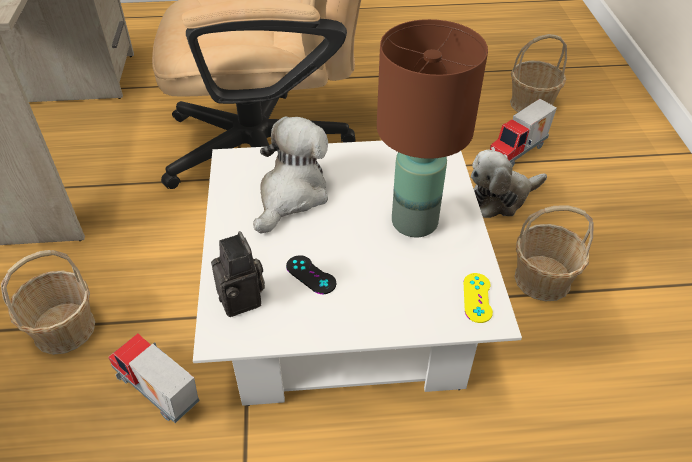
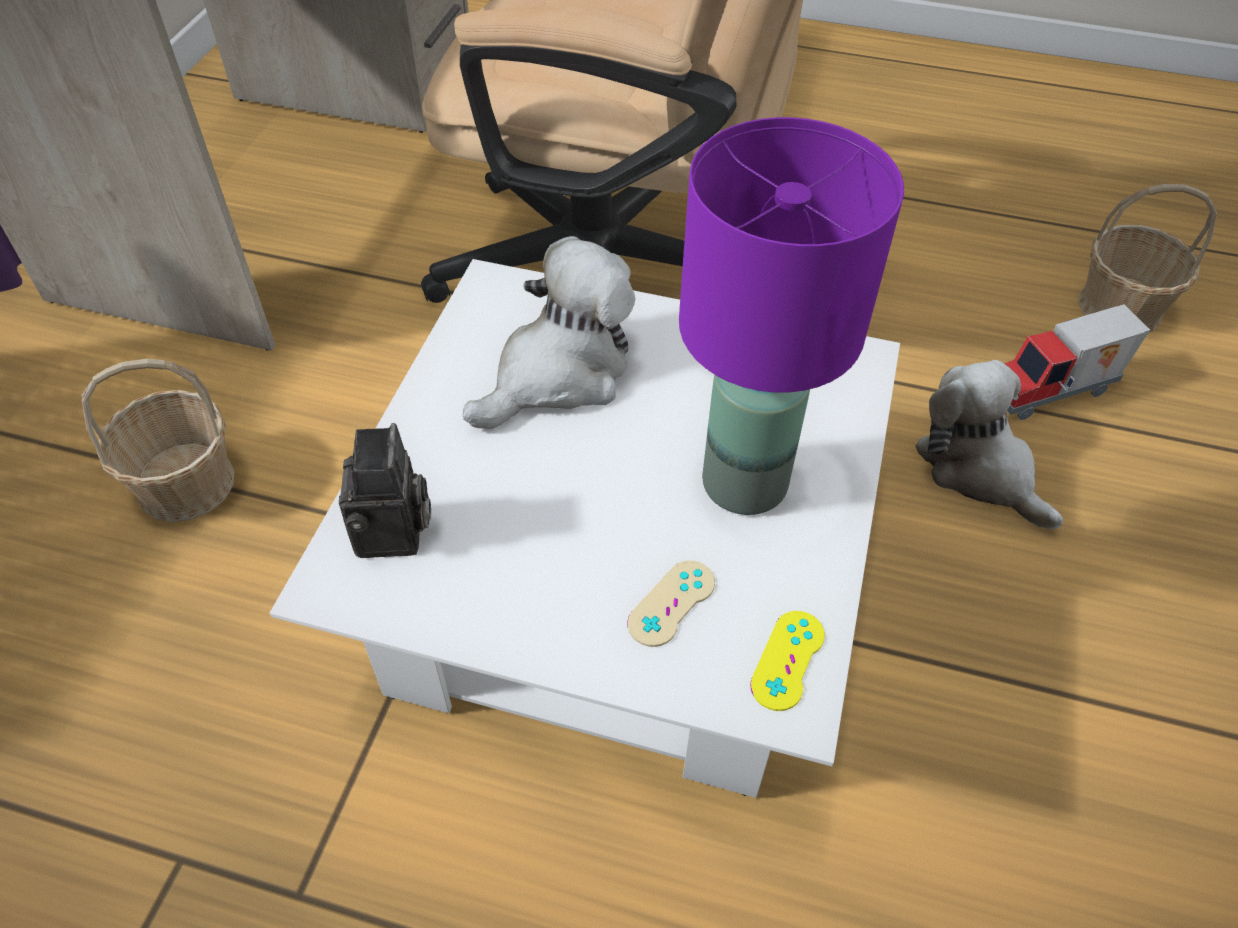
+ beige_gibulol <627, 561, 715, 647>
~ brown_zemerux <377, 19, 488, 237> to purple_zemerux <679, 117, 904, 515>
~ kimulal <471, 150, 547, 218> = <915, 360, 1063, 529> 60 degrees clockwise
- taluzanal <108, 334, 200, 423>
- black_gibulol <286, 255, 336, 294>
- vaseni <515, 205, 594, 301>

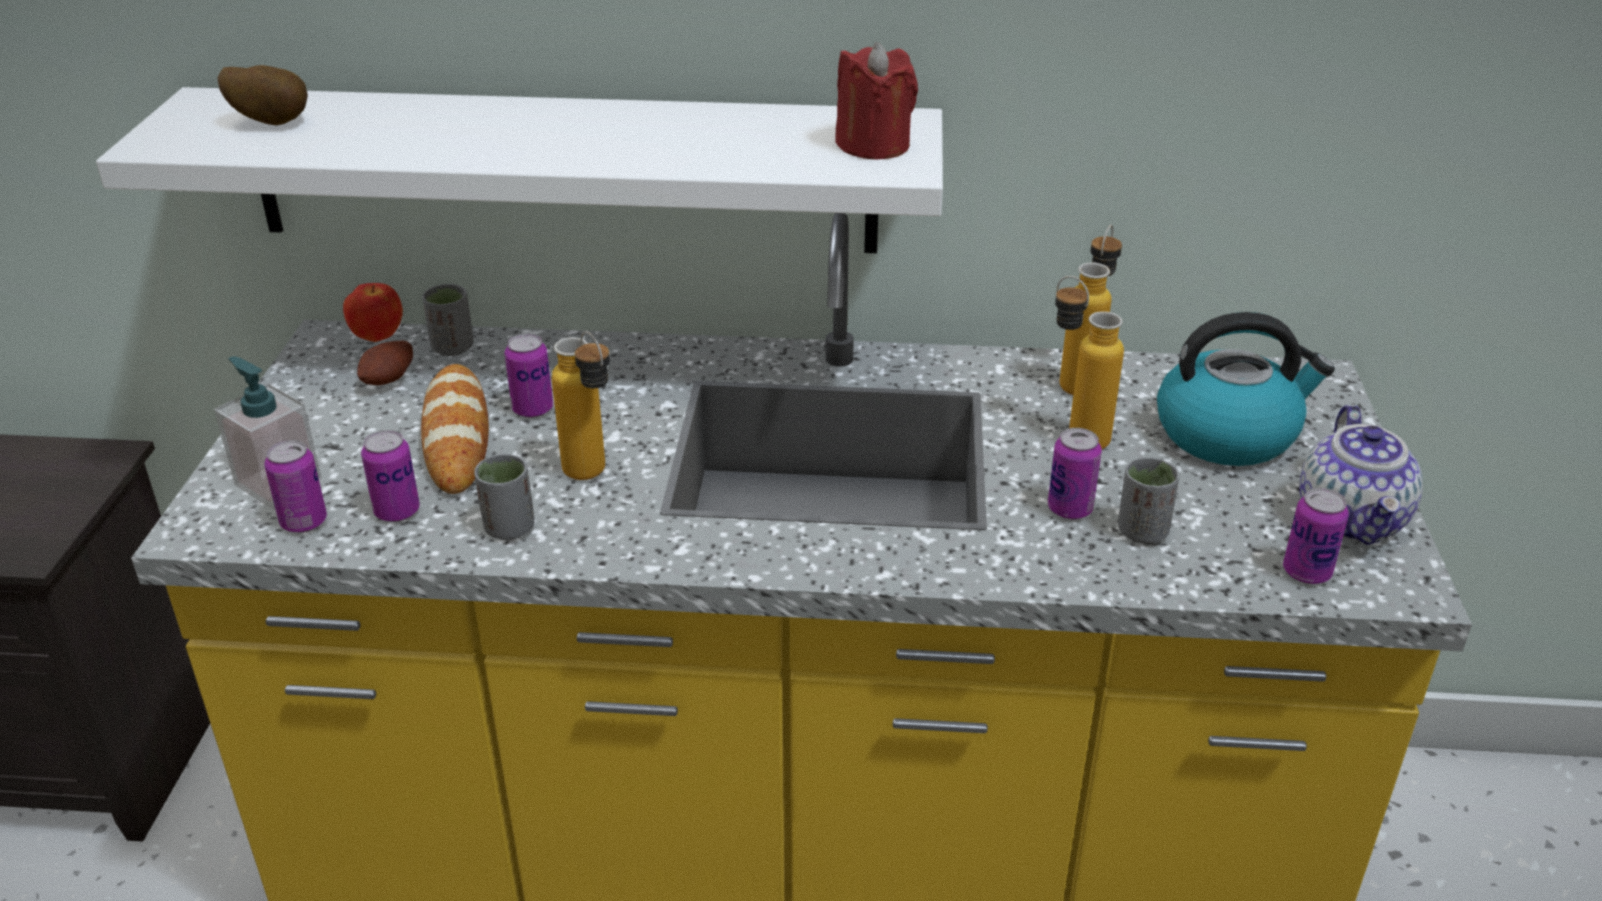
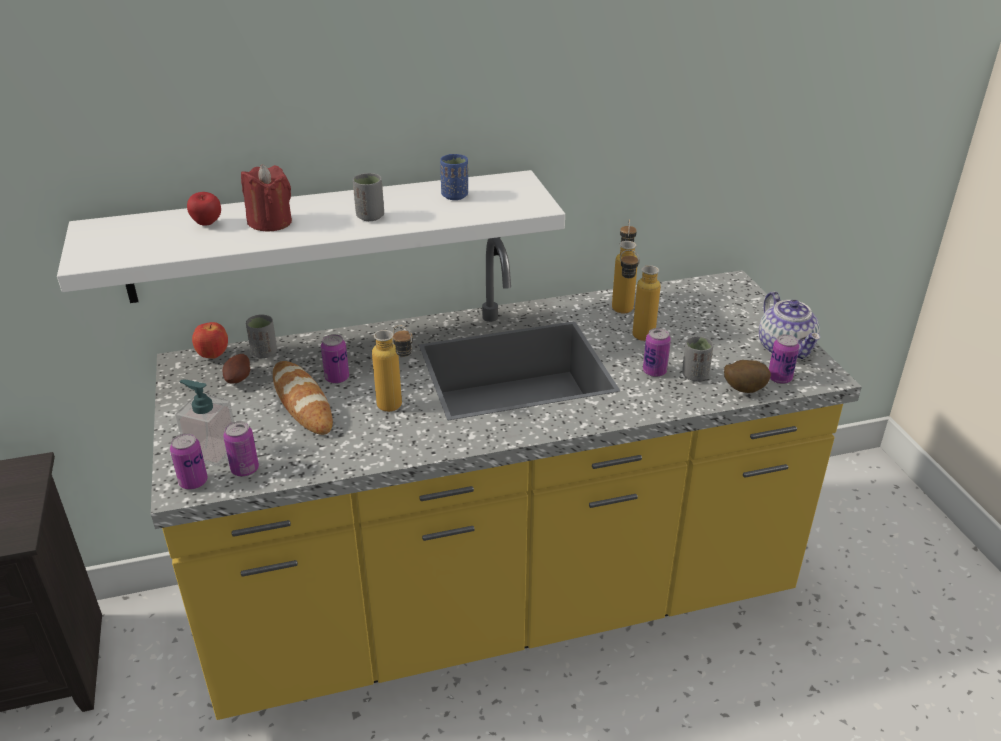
~ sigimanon <361, 430, 420, 522> to <170, 433, 208, 490>
+ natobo <187, 192, 221, 225>
~ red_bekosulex <835, 43, 918, 159> to <241, 165, 292, 232>
~ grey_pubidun <474, 454, 535, 540> to <353, 173, 384, 221>
+ blue_pubidun <440, 154, 468, 200>
~ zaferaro <217, 65, 308, 126> to <724, 360, 771, 393>
- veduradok <1157, 312, 1335, 466>

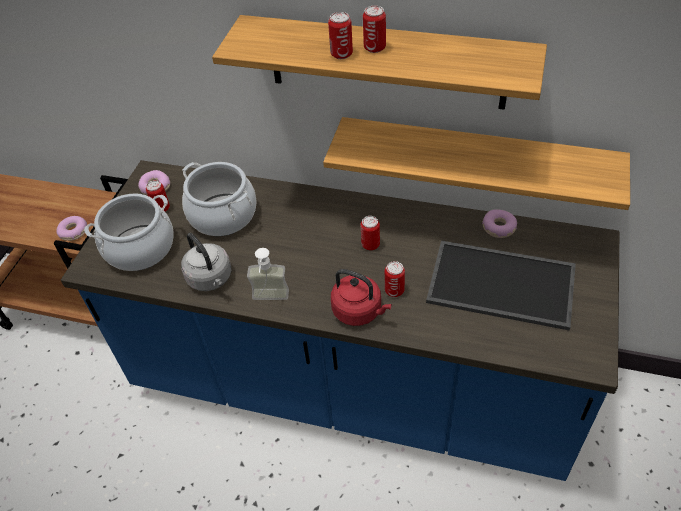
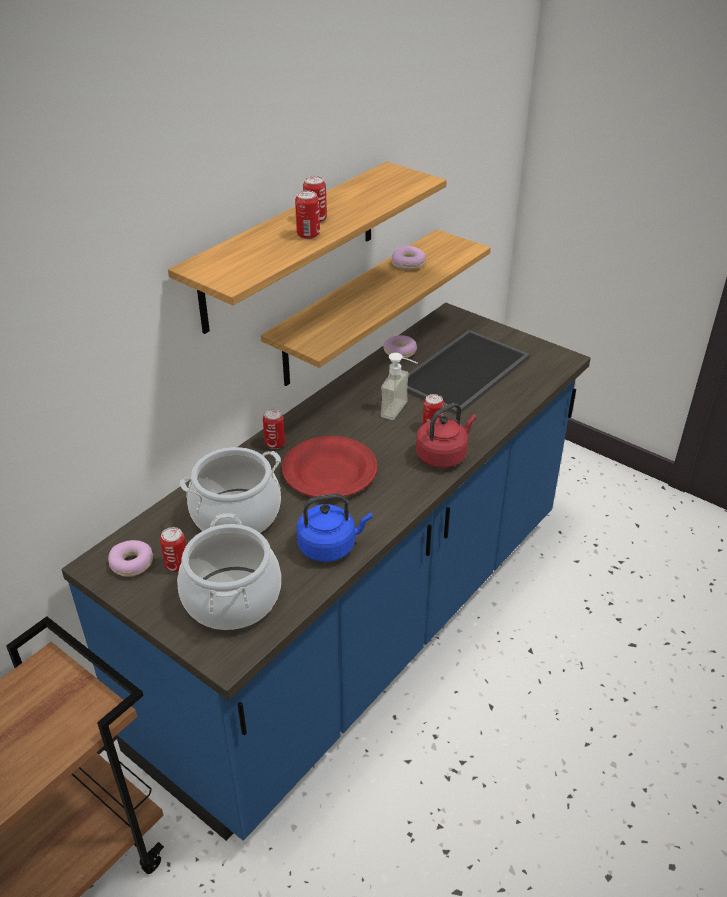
~ sigimanon <361, 216, 380, 250> to <263, 409, 285, 449>
+ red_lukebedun <282, 436, 378, 497>
~ grey_veduradok <181, 233, 232, 291> to blue_veduradok <296, 494, 372, 562>
~ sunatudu <247, 248, 289, 300> to <381, 353, 417, 420>
~ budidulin <57, 216, 87, 241> to <392, 246, 426, 270>

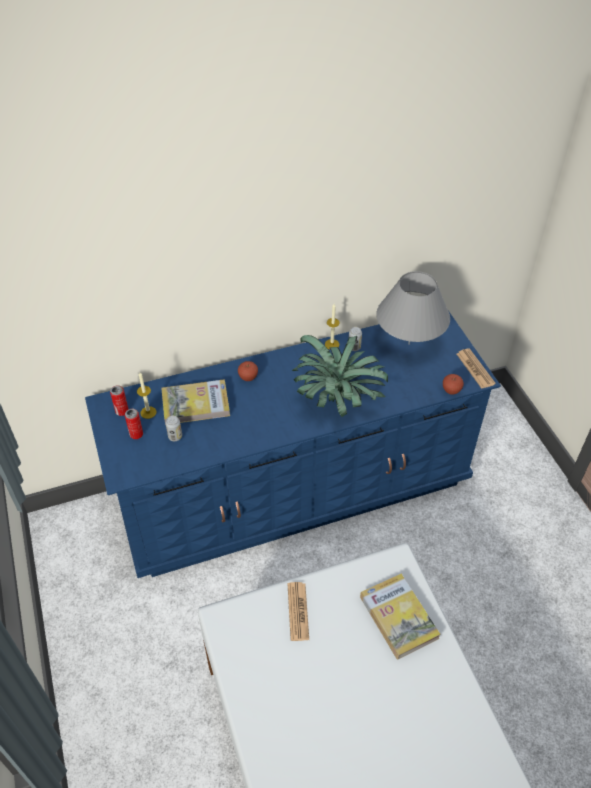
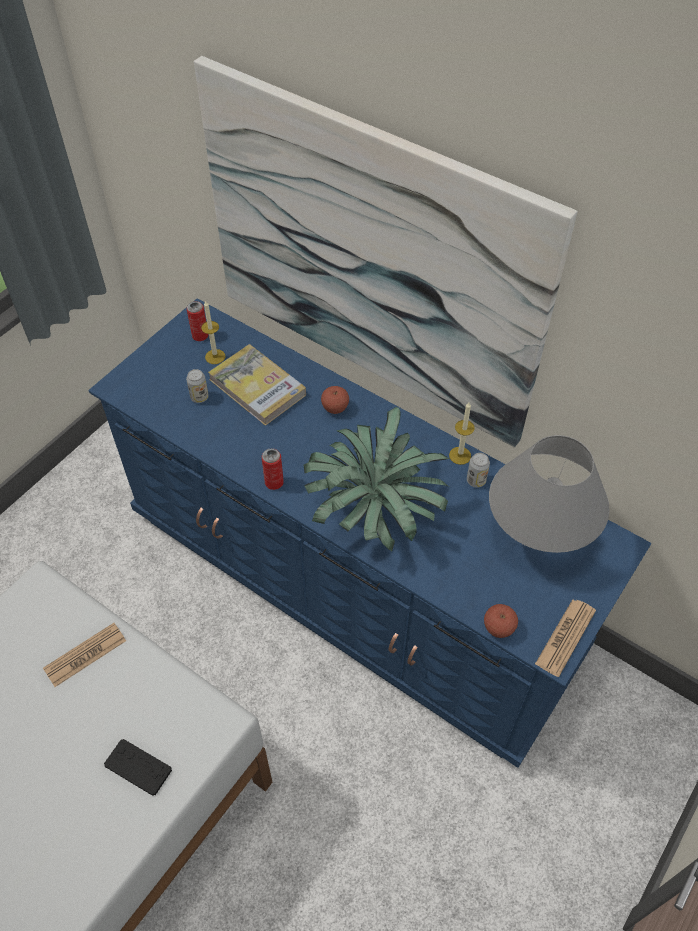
~ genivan <360, 574, 441, 660> to black_gibulol <104, 739, 172, 796>
+ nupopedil <194, 56, 577, 448>
~ sigimanon <125, 409, 143, 439> to <262, 448, 284, 490>

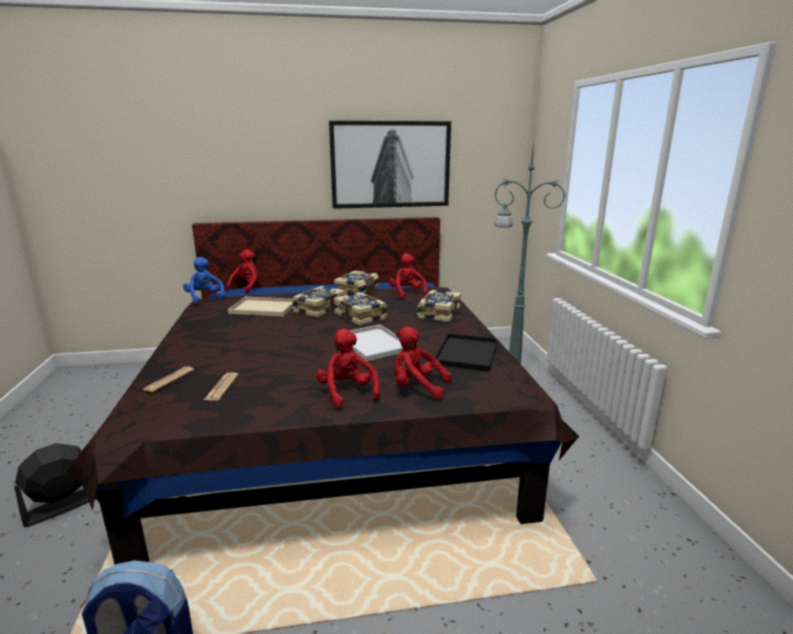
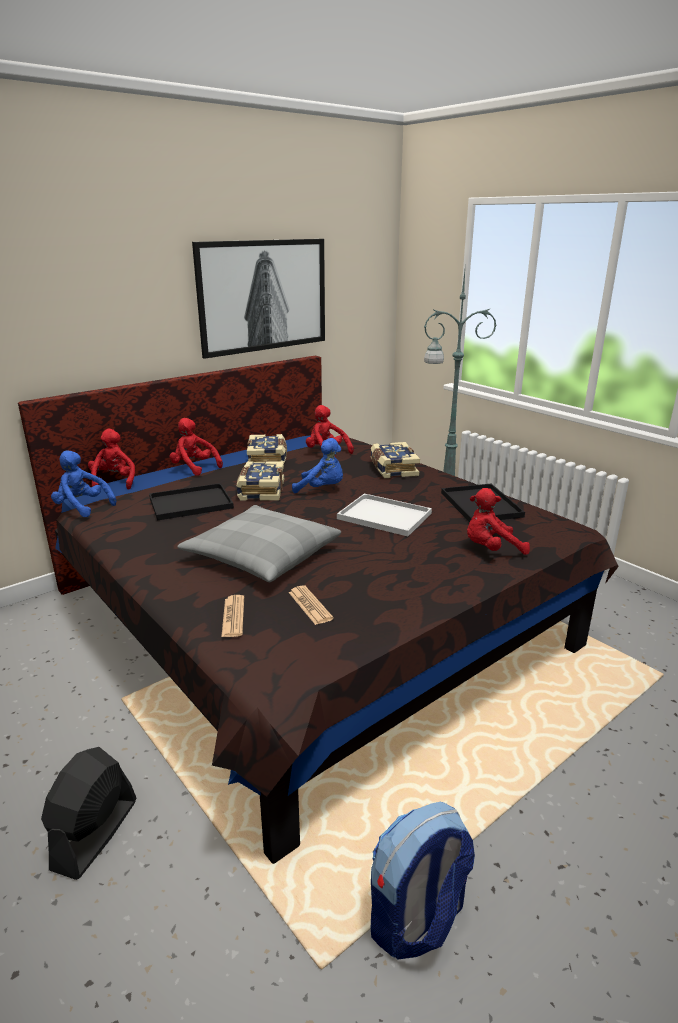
~ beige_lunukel <228, 297, 293, 316> to black_lunukel <149, 483, 234, 521>
~ red_kimulal <316, 329, 380, 408> to <170, 418, 223, 476>
+ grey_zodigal <177, 505, 341, 582>
~ genivan <334, 292, 387, 326> to blue_kimulal <292, 438, 343, 493>

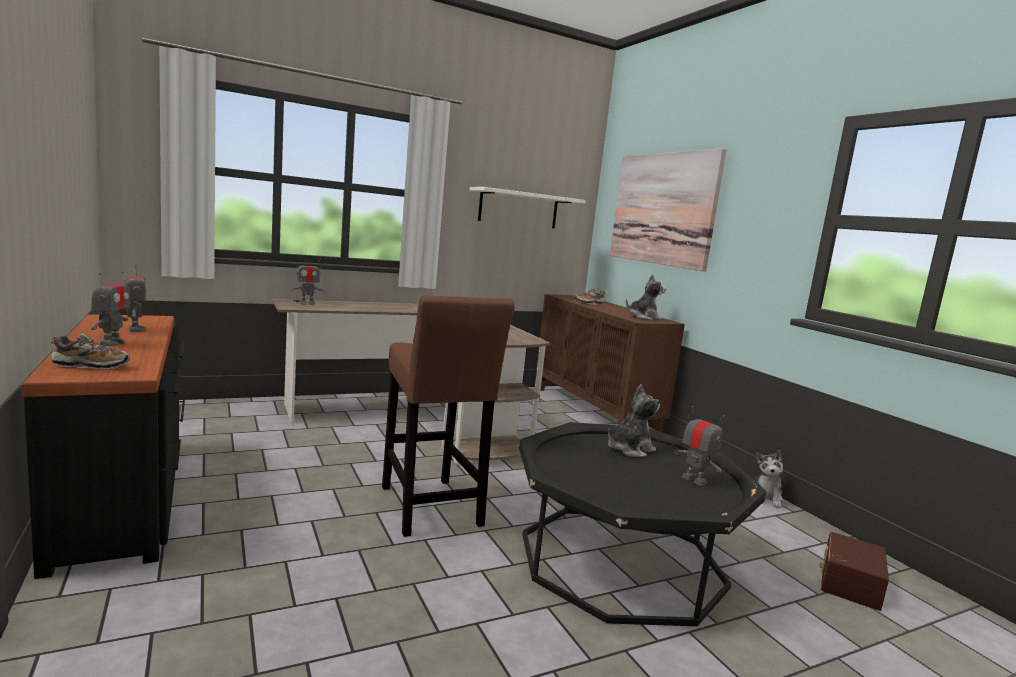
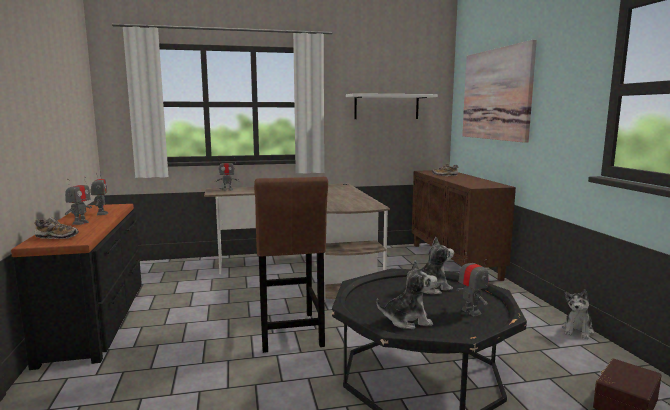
~ kimulal <626, 274, 666, 320> to <376, 261, 437, 329>

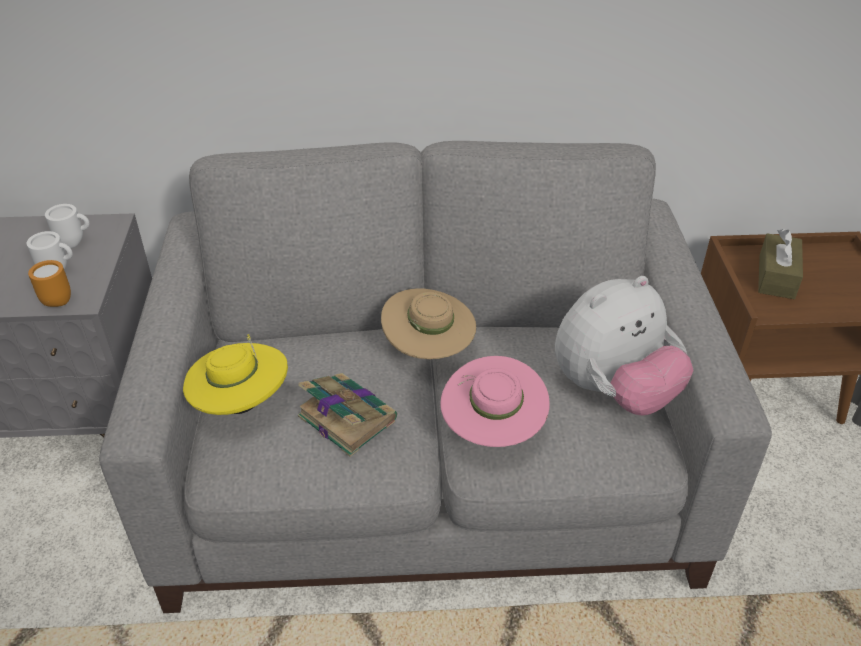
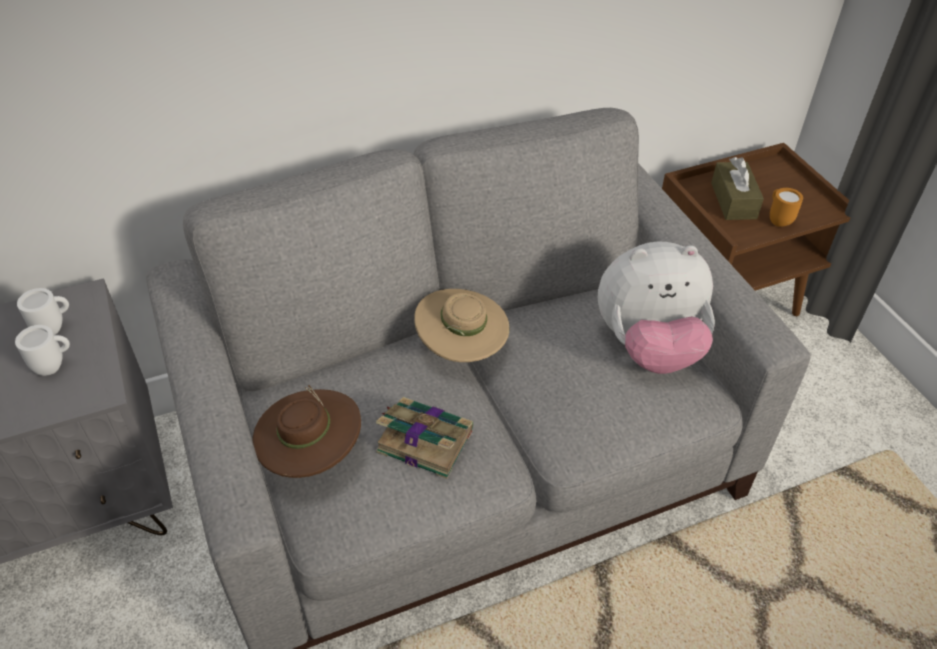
~ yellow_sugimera <183, 334, 288, 415> to brown_sugimera <252, 385, 361, 478>
~ kimulal <555, 276, 694, 416> = <598, 242, 715, 374> 45 degrees clockwise
~ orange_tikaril <28, 260, 71, 307> to <770, 188, 803, 227>
- pink_sugimera <440, 356, 550, 447>

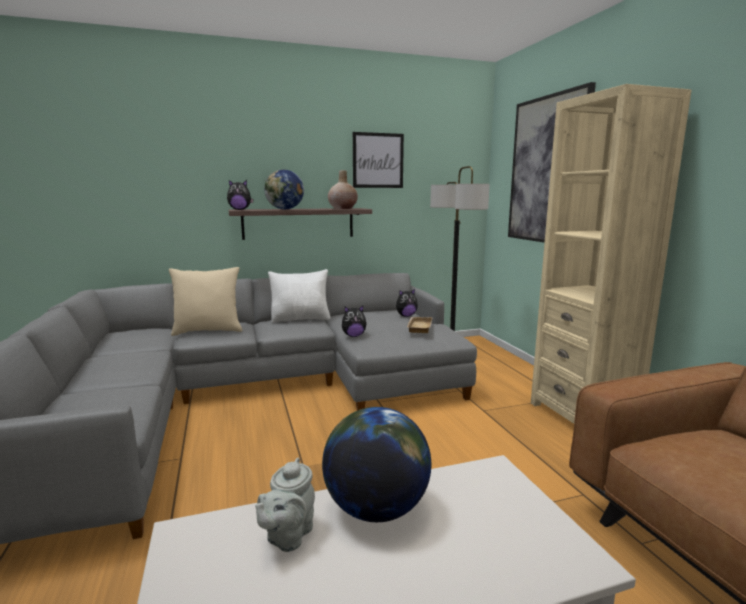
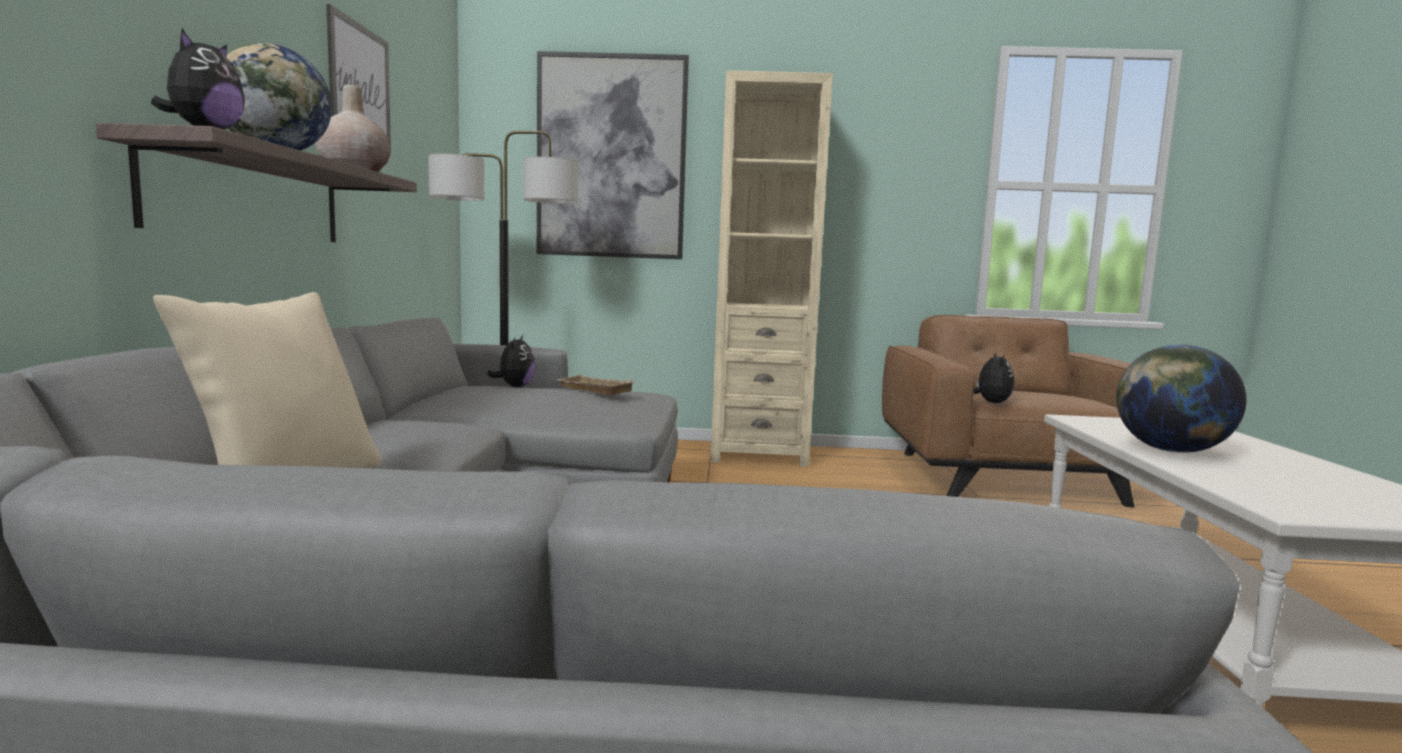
~ kimulal <342, 306, 367, 337> to <973, 352, 1014, 403>
- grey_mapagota <255, 458, 315, 552>
- white_zodigal <268, 269, 331, 322>

